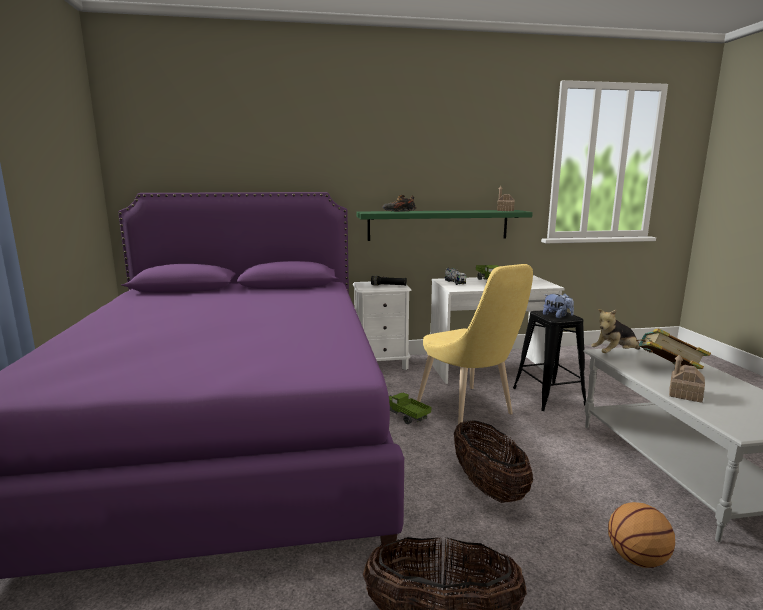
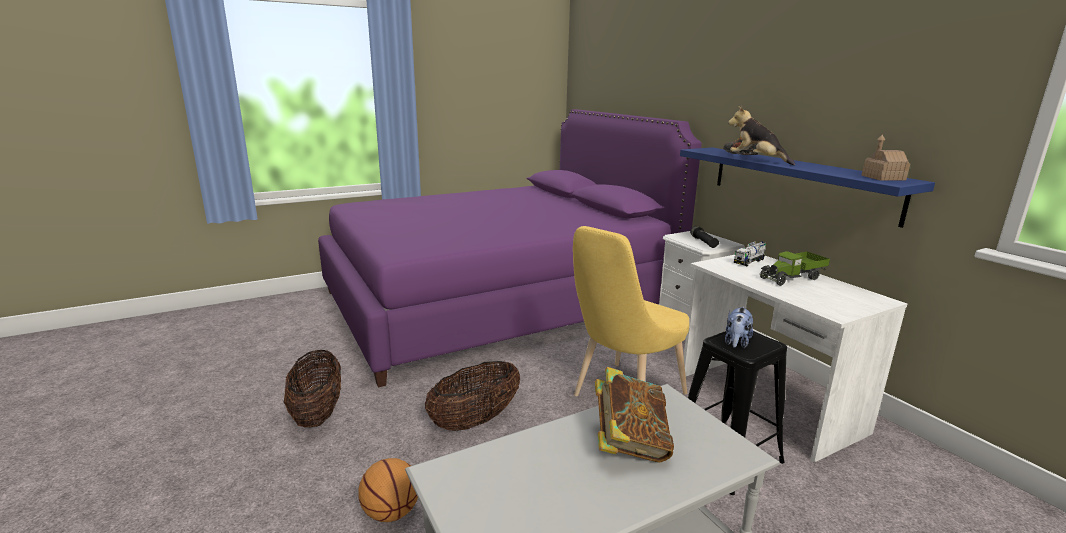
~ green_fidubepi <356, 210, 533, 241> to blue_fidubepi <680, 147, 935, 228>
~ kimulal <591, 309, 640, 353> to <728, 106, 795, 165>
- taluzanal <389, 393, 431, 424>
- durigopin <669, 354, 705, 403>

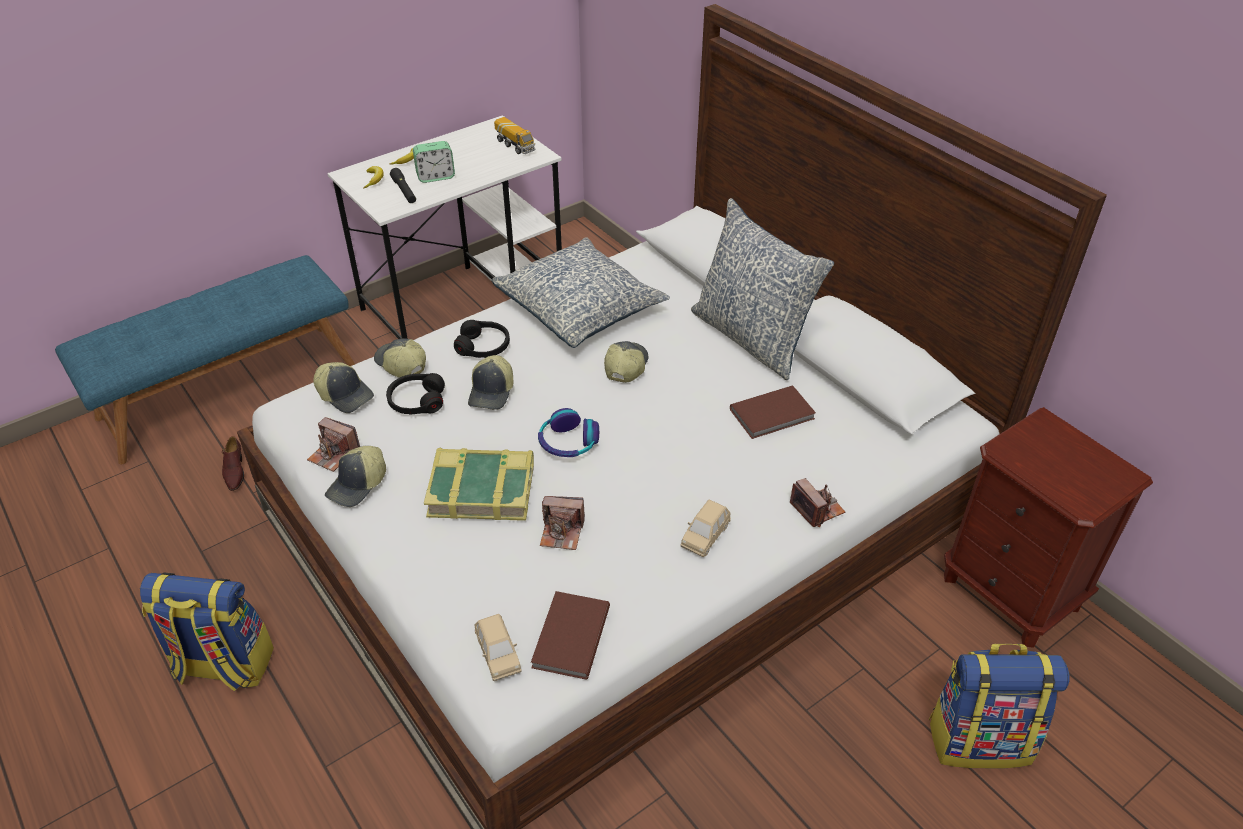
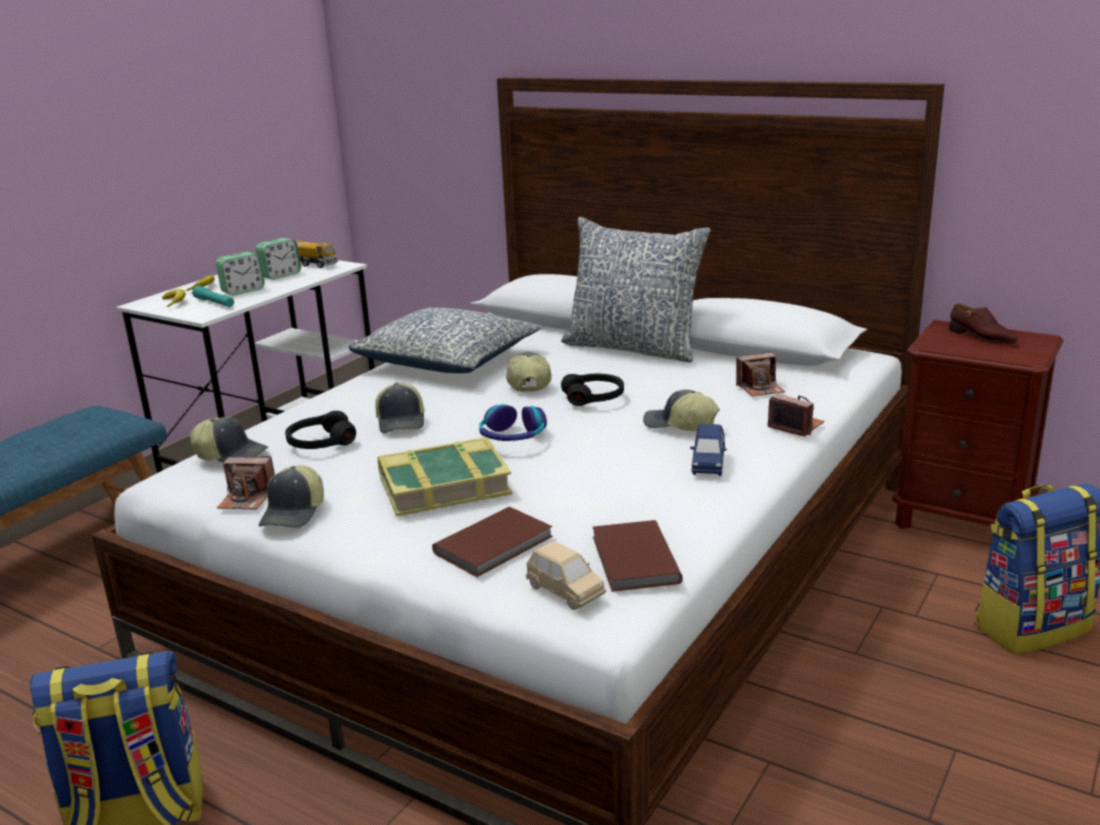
~ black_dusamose <390, 168, 416, 203> to turquoise_dusamose <192, 286, 234, 307>
+ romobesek <255, 238, 301, 280>
~ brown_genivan <730, 385, 816, 439> to <432, 507, 553, 577>
~ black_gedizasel <454, 320, 510, 358> to <561, 373, 624, 406>
~ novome <374, 338, 426, 378> to <643, 390, 720, 431>
~ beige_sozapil <680, 500, 731, 557> to blue_sozapil <690, 424, 726, 476>
~ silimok <540, 496, 585, 550> to <736, 352, 785, 397>
~ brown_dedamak <222, 436, 244, 491> to <949, 303, 1018, 344>

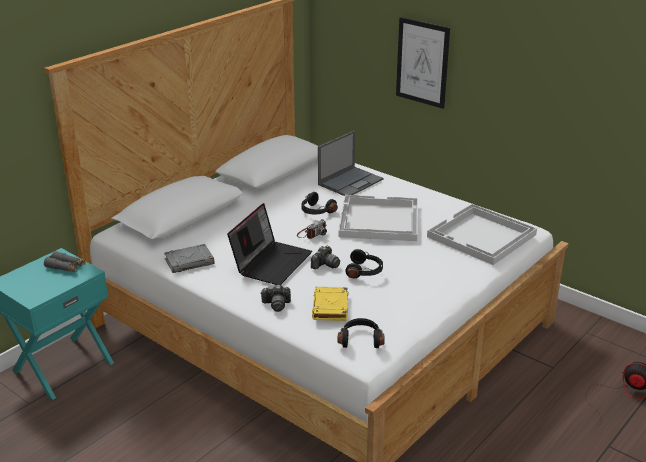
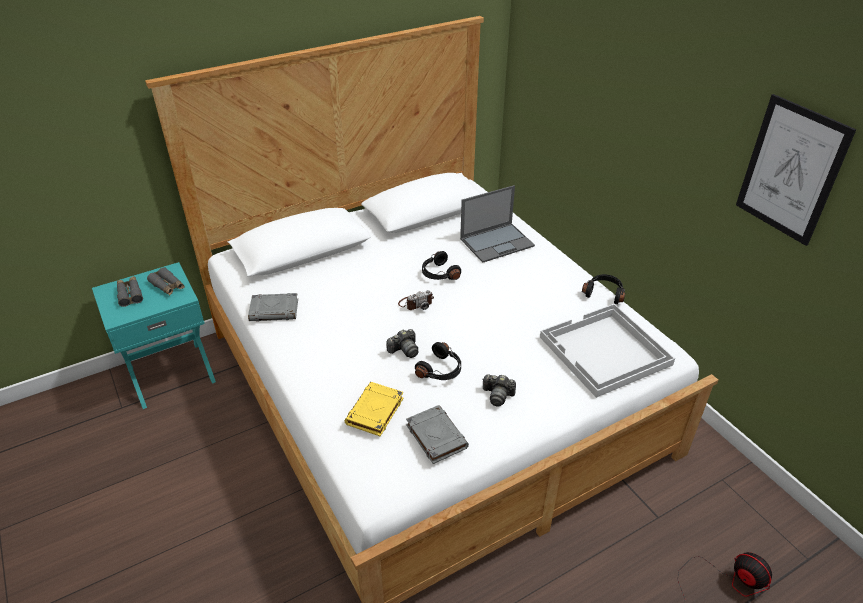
+ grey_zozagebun <117, 276, 143, 307>
+ grey_genivan <406, 405, 469, 464>
~ silimok <261, 285, 291, 312> to <482, 374, 516, 407>
~ black_gedizasel <337, 318, 385, 348> to <582, 274, 625, 304>
~ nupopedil <396, 17, 450, 109> to <736, 94, 856, 246>
- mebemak <227, 203, 312, 285>
- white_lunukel <338, 195, 418, 241>

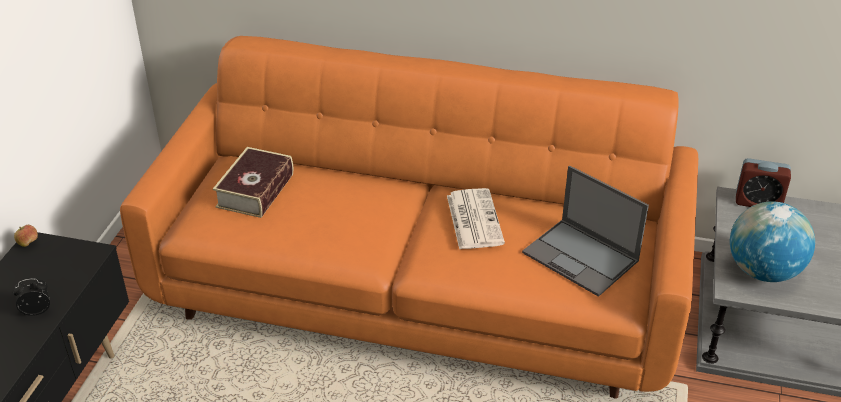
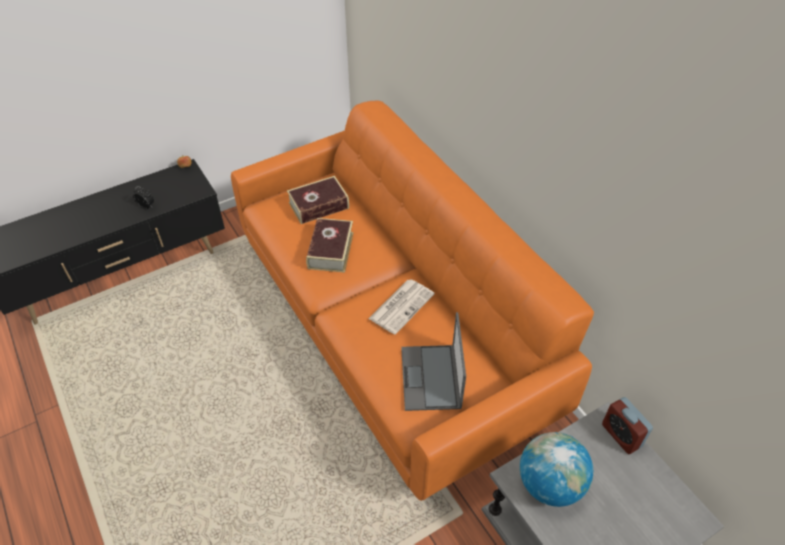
+ genivan <306, 218, 354, 273>

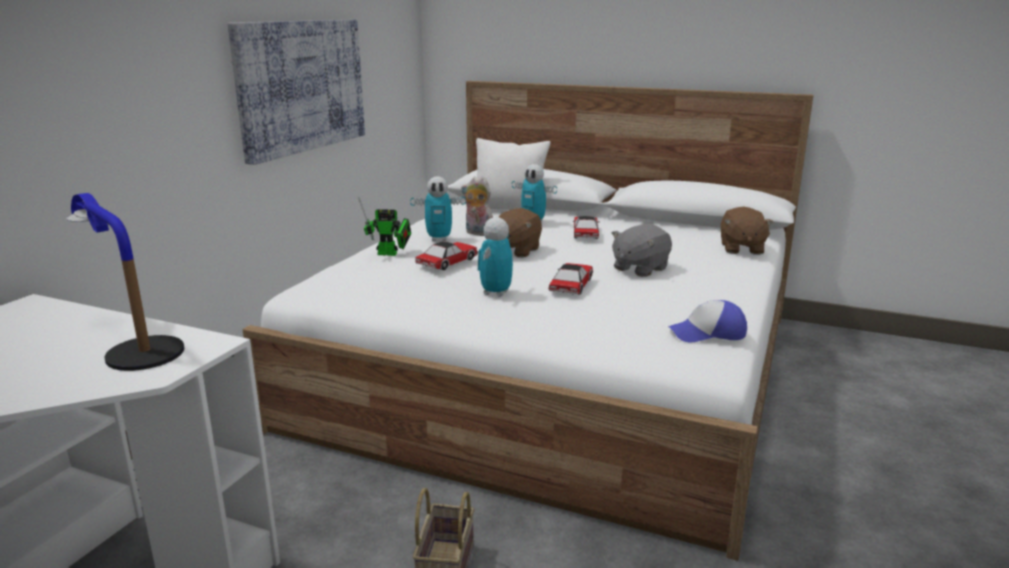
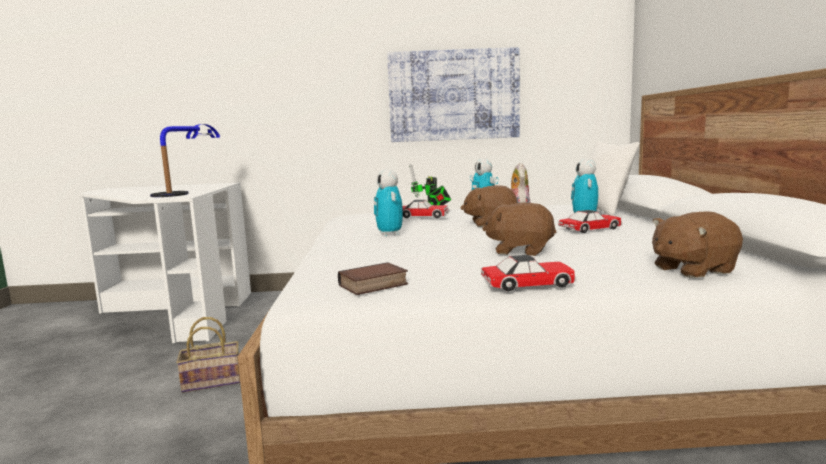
~ novome <668, 300, 747, 342> to genivan <338, 262, 408, 295>
~ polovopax <478, 217, 513, 297> = <374, 169, 403, 236> 105 degrees counterclockwise
~ sozapil <549, 263, 593, 295> to <481, 255, 577, 291>
~ grey_kimulal <612, 224, 672, 277> to brown_kimulal <482, 203, 557, 256>

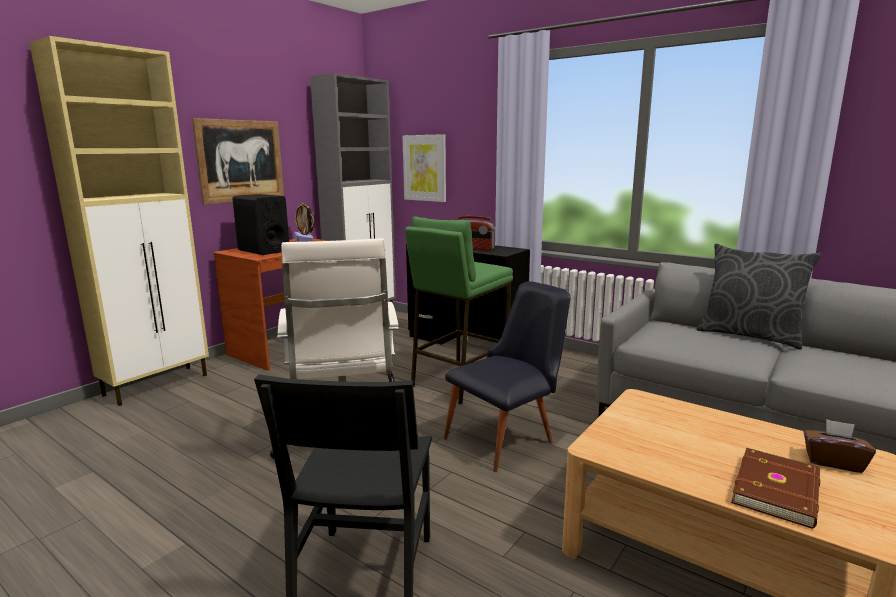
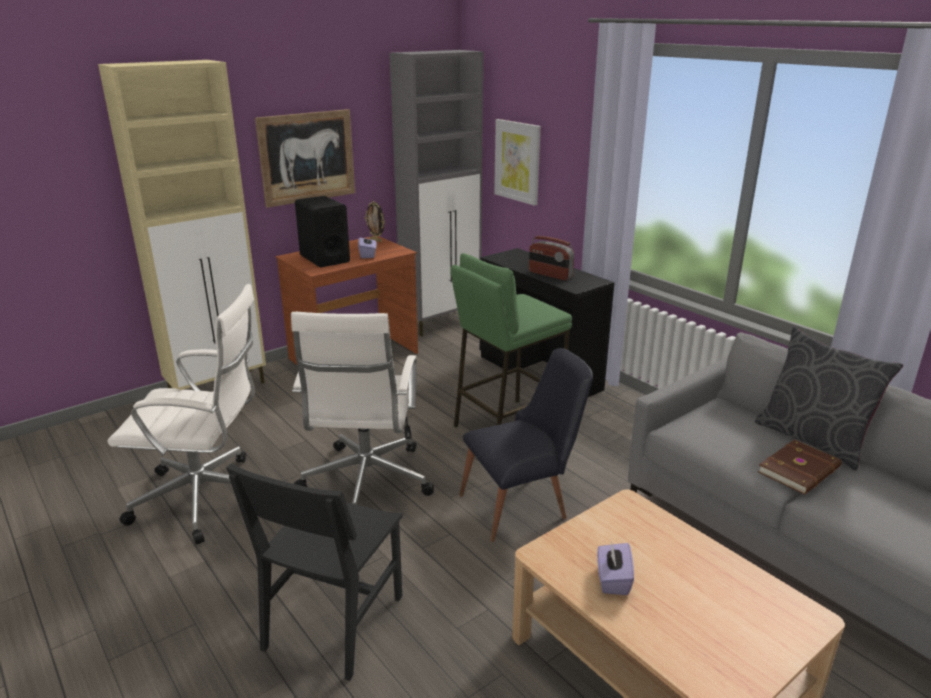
+ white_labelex <108, 284, 255, 544>
+ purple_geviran <597, 541, 634, 595>
~ brown_genivan <731, 448, 820, 529> to <758, 439, 842, 494>
- brown_geviran <804, 419, 876, 473>

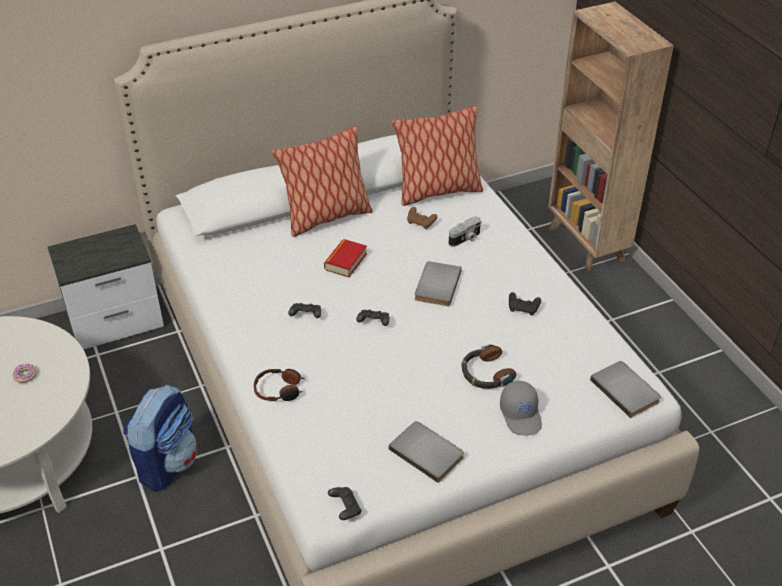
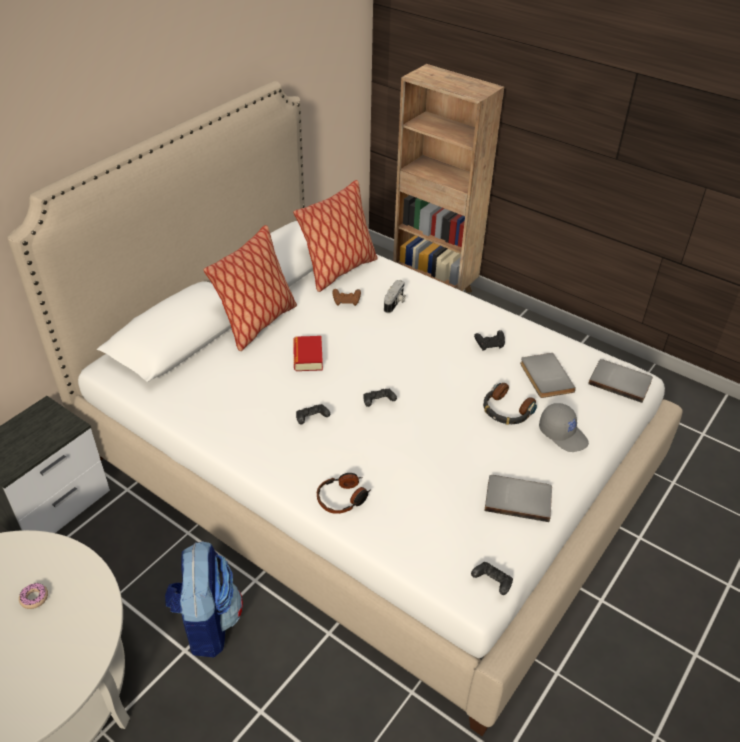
~ grey_genivan <415, 261, 462, 306> to <520, 353, 576, 398>

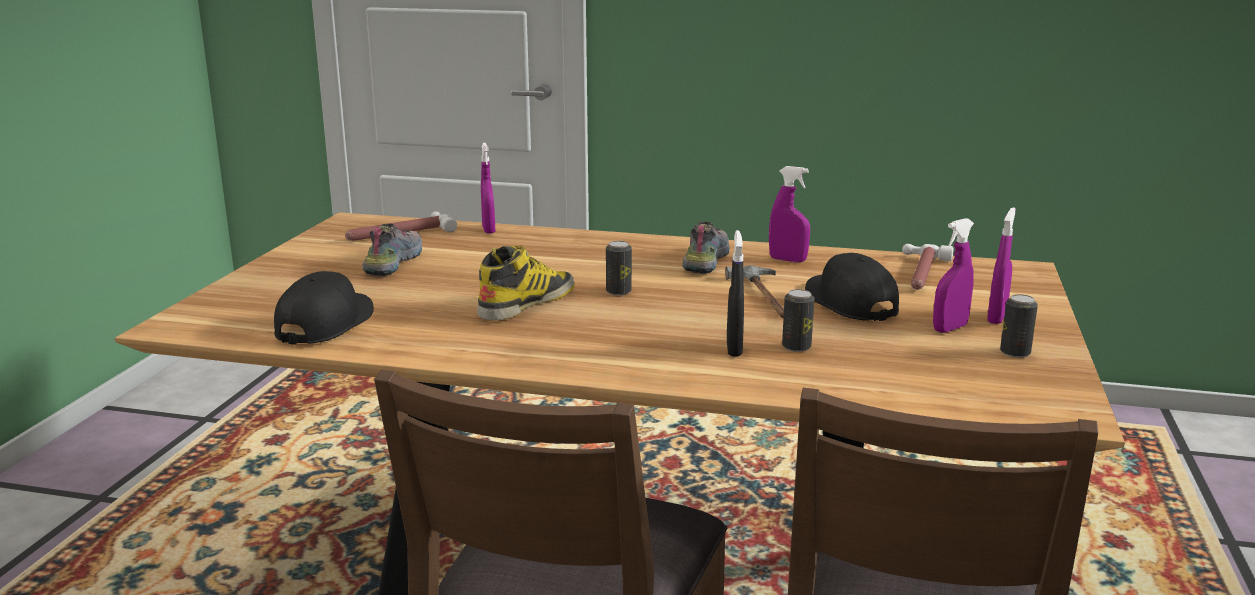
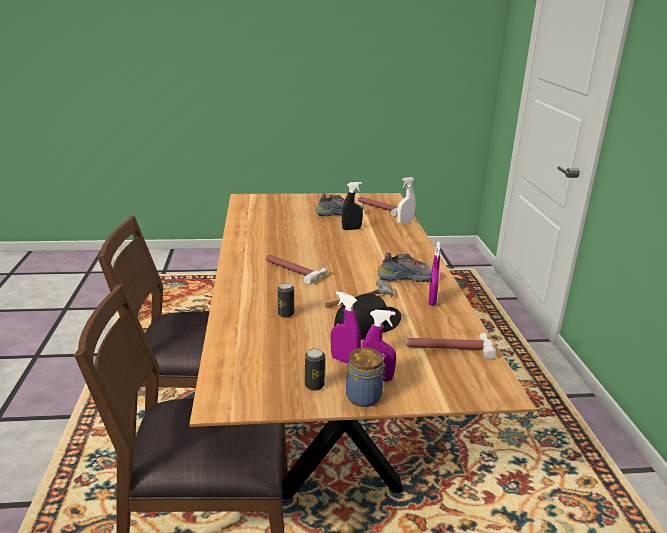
+ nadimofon <265, 255, 327, 285>
~ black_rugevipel <727, 230, 744, 356> to <342, 182, 363, 230>
+ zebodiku <346, 348, 386, 407>
~ purple_rugevipel <481, 143, 495, 234> to white_rugevipel <397, 177, 415, 224>
- black_novome <274, 271, 374, 344>
- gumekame <477, 246, 575, 321>
- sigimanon <606, 241, 632, 296>

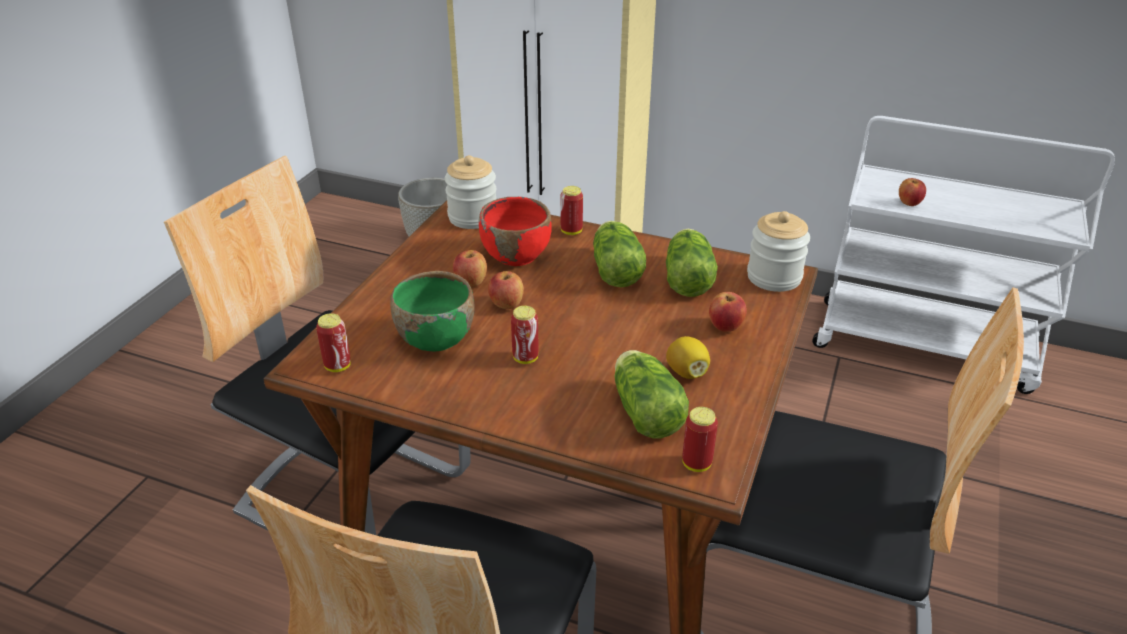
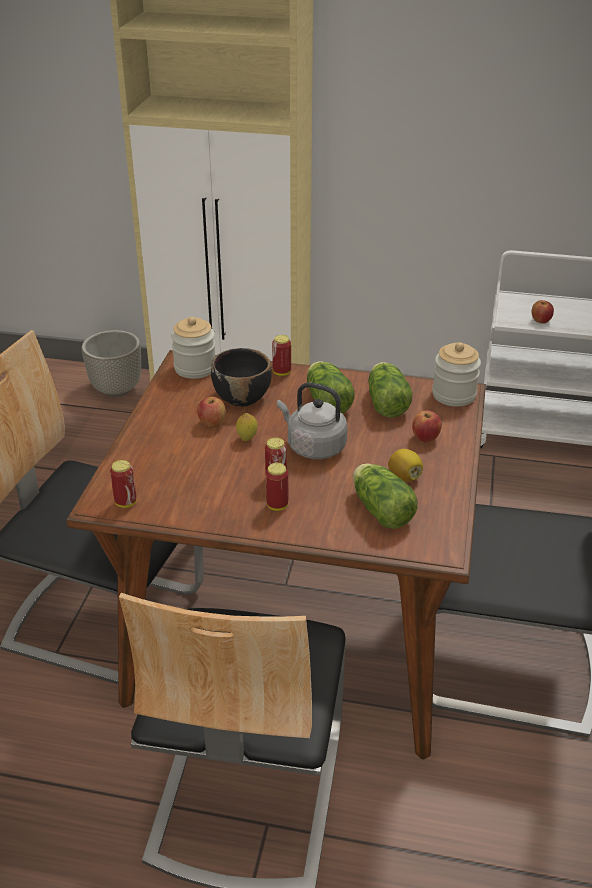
~ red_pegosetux <479, 197, 552, 266> to black_pegosetux <211, 348, 272, 406>
~ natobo <488, 271, 524, 309> to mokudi <236, 413, 258, 441>
~ sigimanon <682, 407, 718, 472> to <266, 463, 288, 511>
+ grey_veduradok <277, 382, 347, 459>
- green_pegosetux <390, 271, 475, 351>

